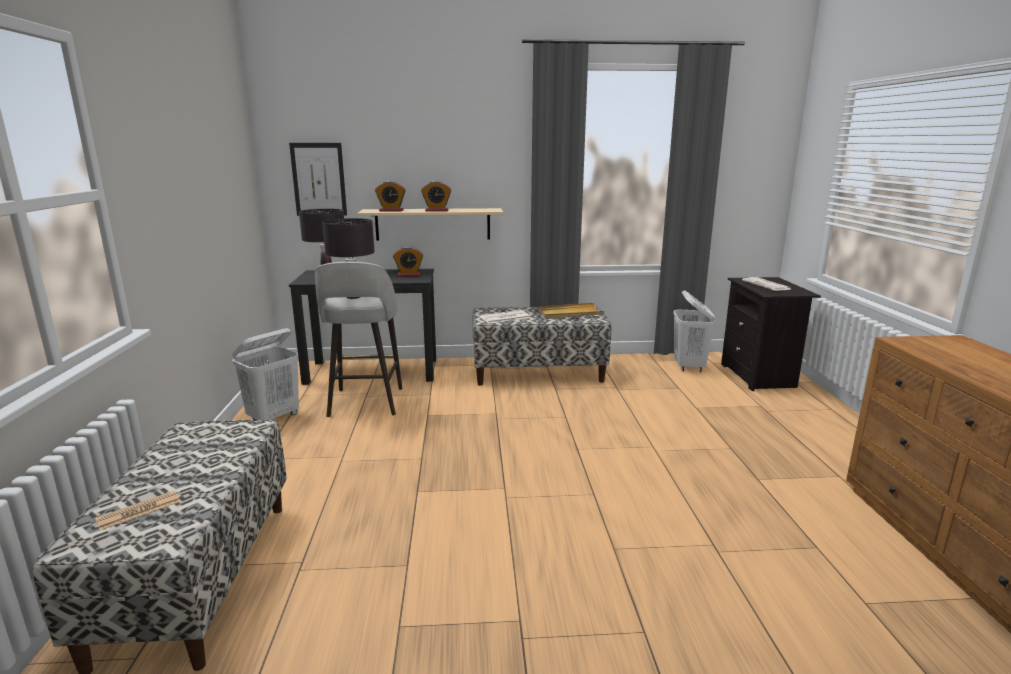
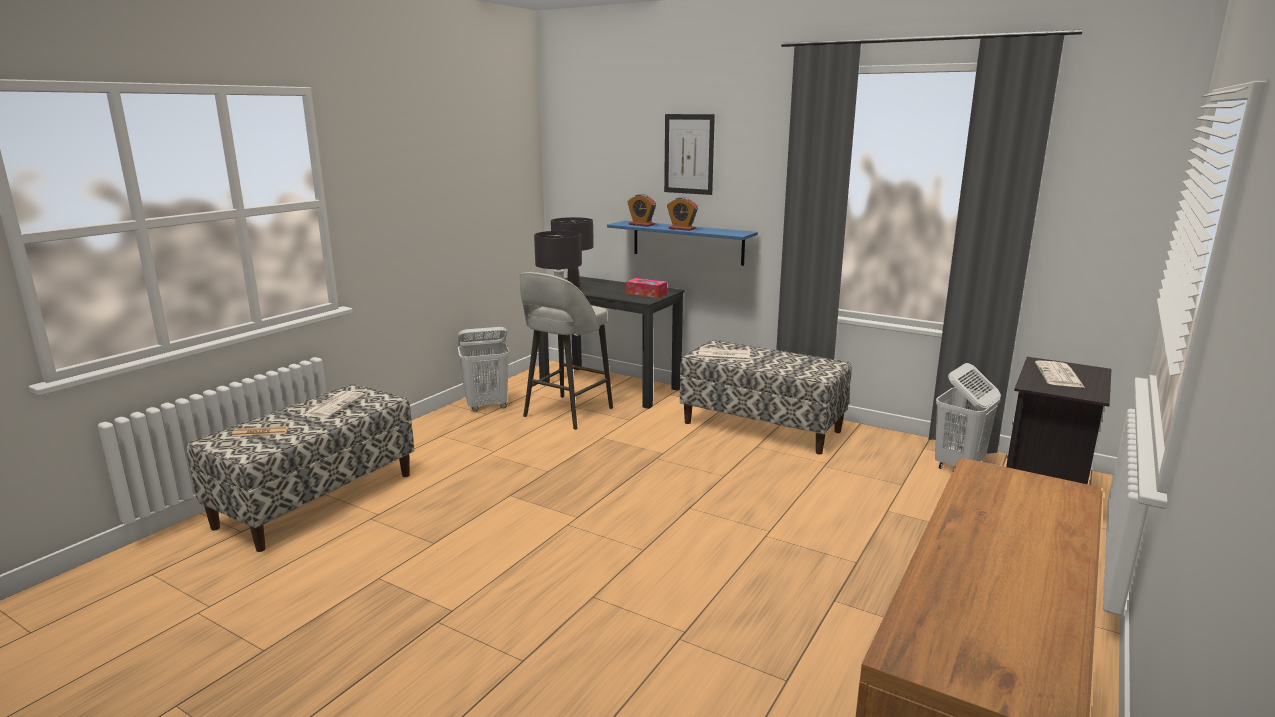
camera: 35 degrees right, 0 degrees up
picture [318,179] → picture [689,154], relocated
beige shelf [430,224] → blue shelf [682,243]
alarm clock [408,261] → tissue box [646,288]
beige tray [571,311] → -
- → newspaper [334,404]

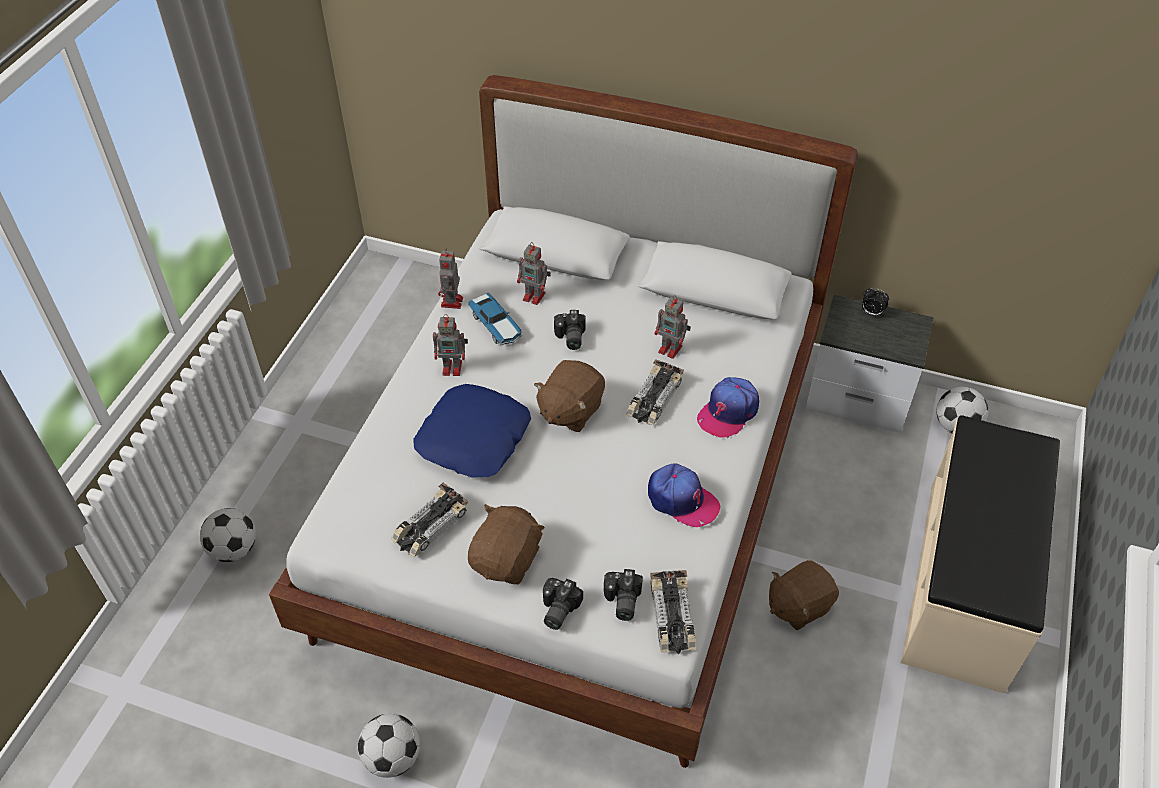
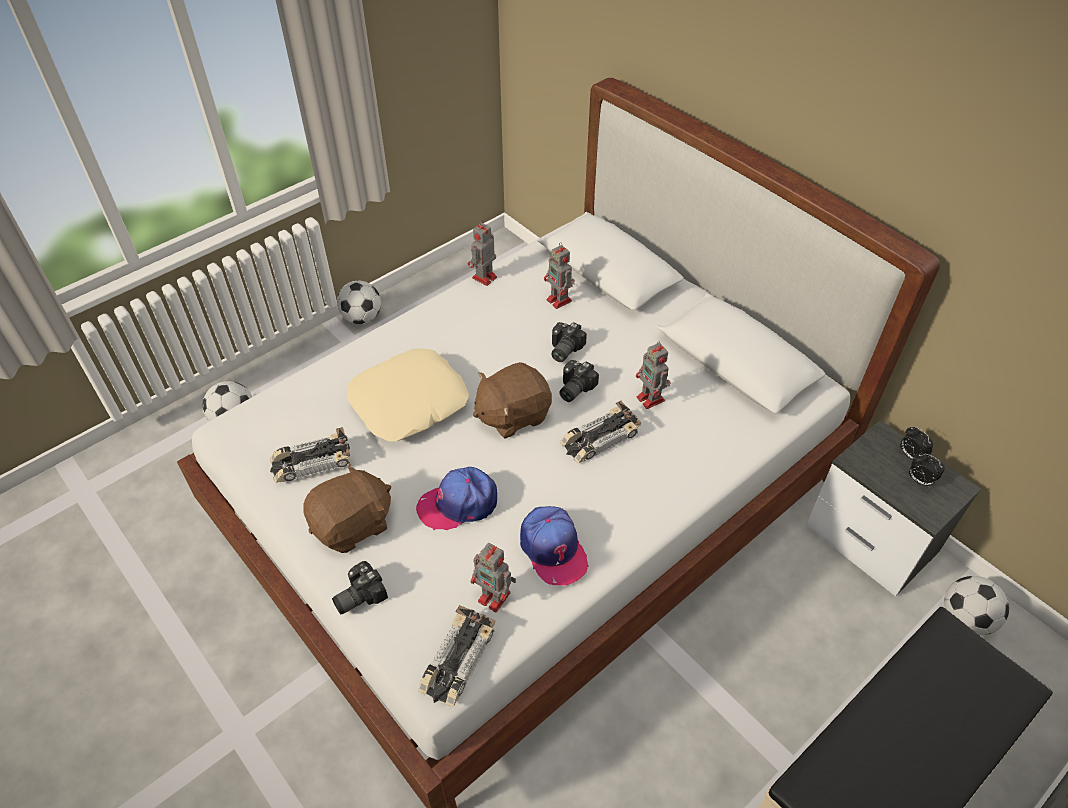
camera: 30 degrees right, 0 degrees up
football [389,745] → football [359,302], relocated
blue pillow [472,431] → beige pillow [408,394]
toy robot [450,345] → toy robot [493,577], relocated
toy car [495,318] → -
photo camera [623,595] → photo camera [579,381], relocated
cap [728,407] → cap [456,498], relocated
brown plush toy [804,595] → -
- → alarm clock [927,469]

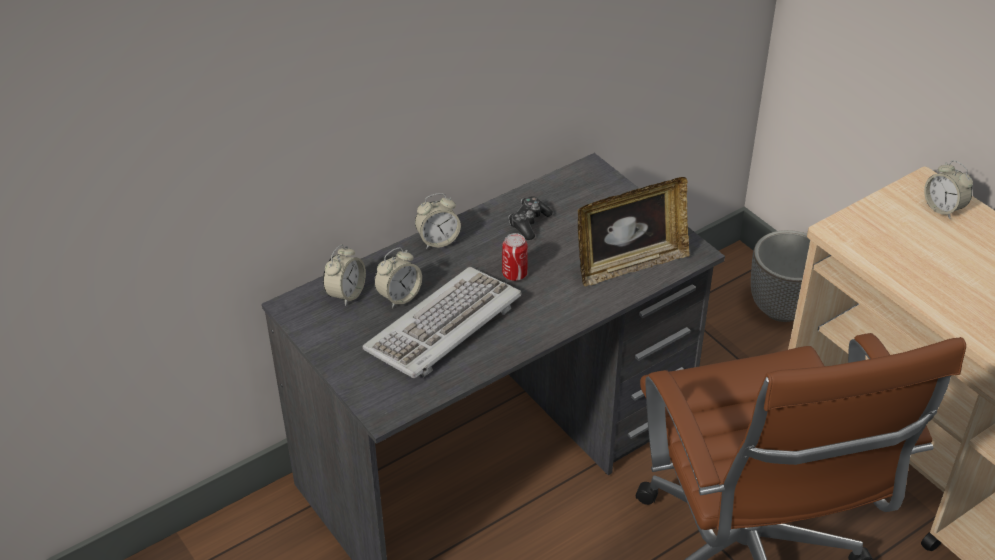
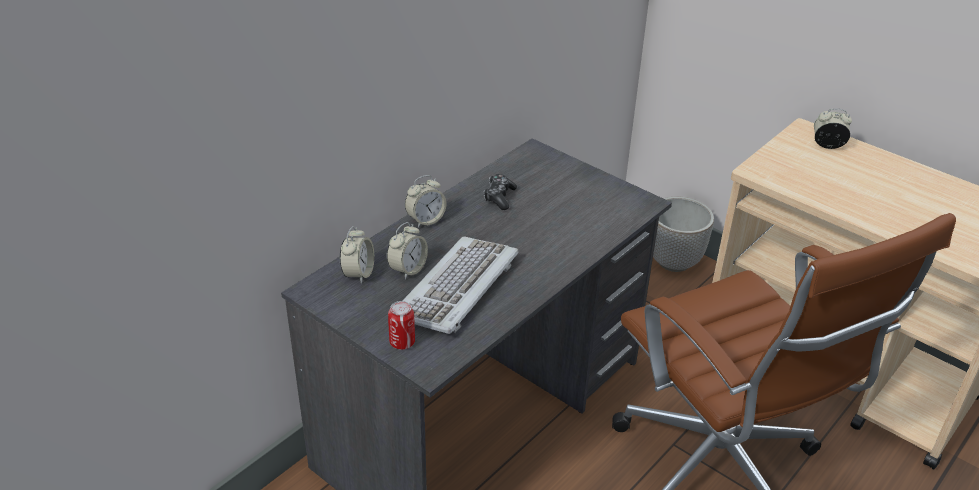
camera: 15 degrees left, 5 degrees down
can [515,257] → can [401,325], relocated
picture frame [634,232] → -
alarm clock [948,189] → alarm clock [833,129], 150 degrees clockwise

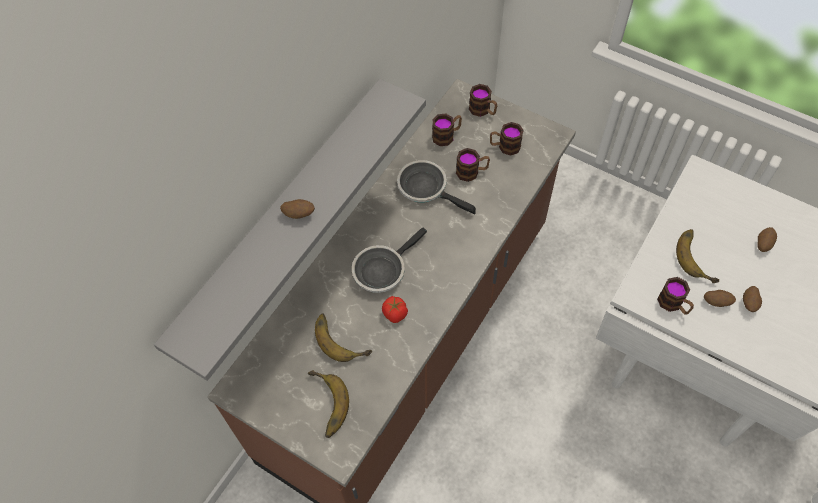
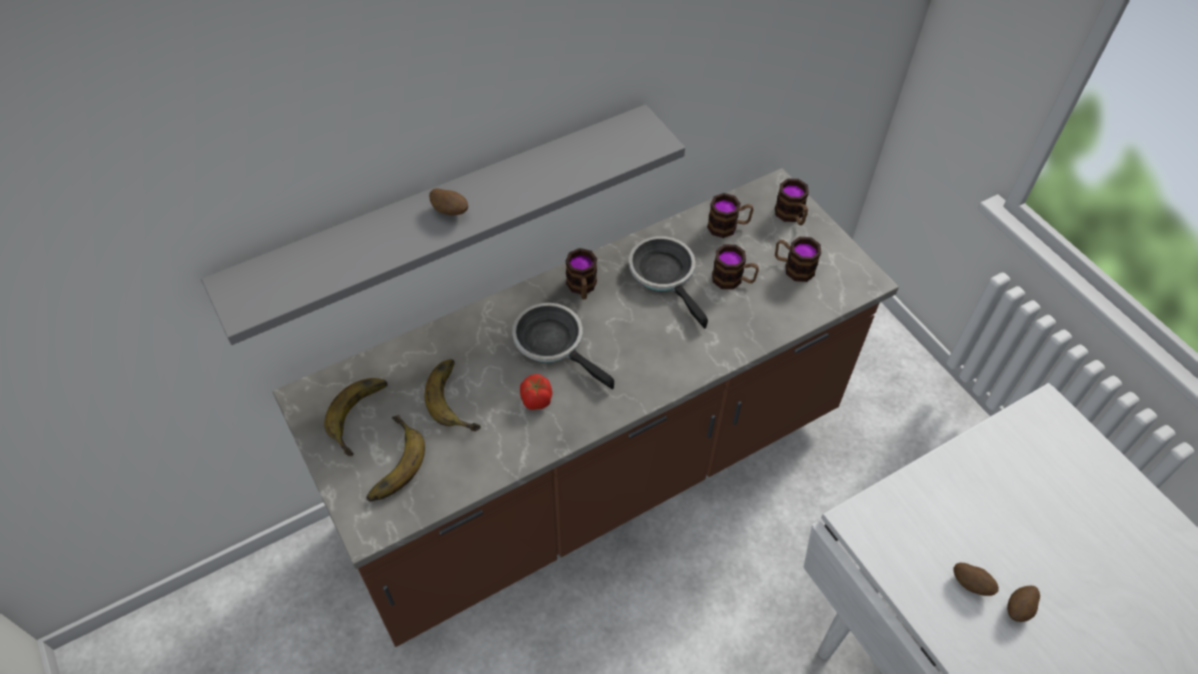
camera: 25 degrees right, 5 degrees down
frying pan [389,260] → frying pan [563,346], 60 degrees clockwise
mug [675,296] → mug [581,273], relocated
banana [697,256] → banana [356,417], relocated
potato [767,239] → -

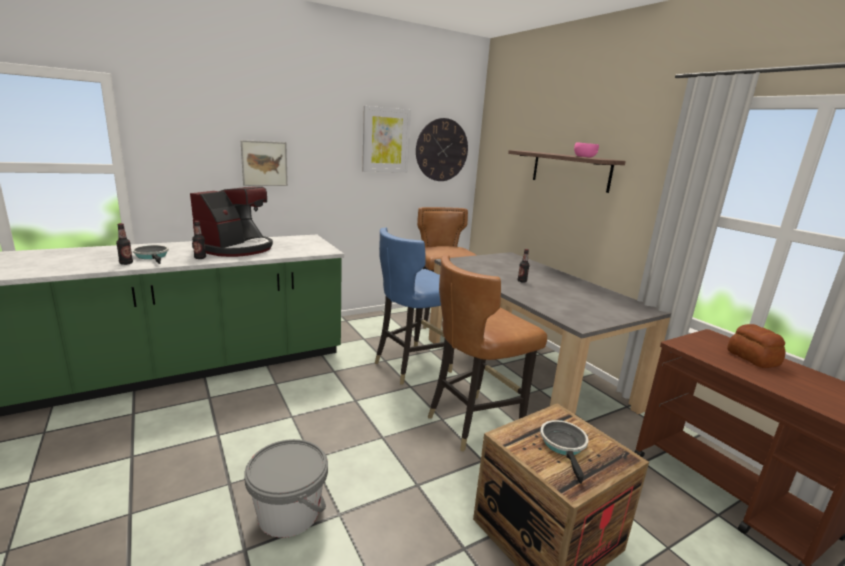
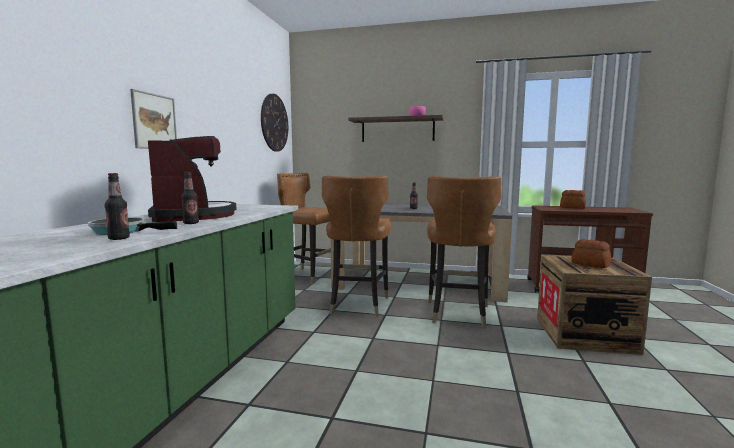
camera: 45 degrees left, 10 degrees down
grey bucket [286,488] → -
picture [386,139] → -
blue chair [414,306] → brown chair [356,246]
frying pan [564,452] → bread [591,253]

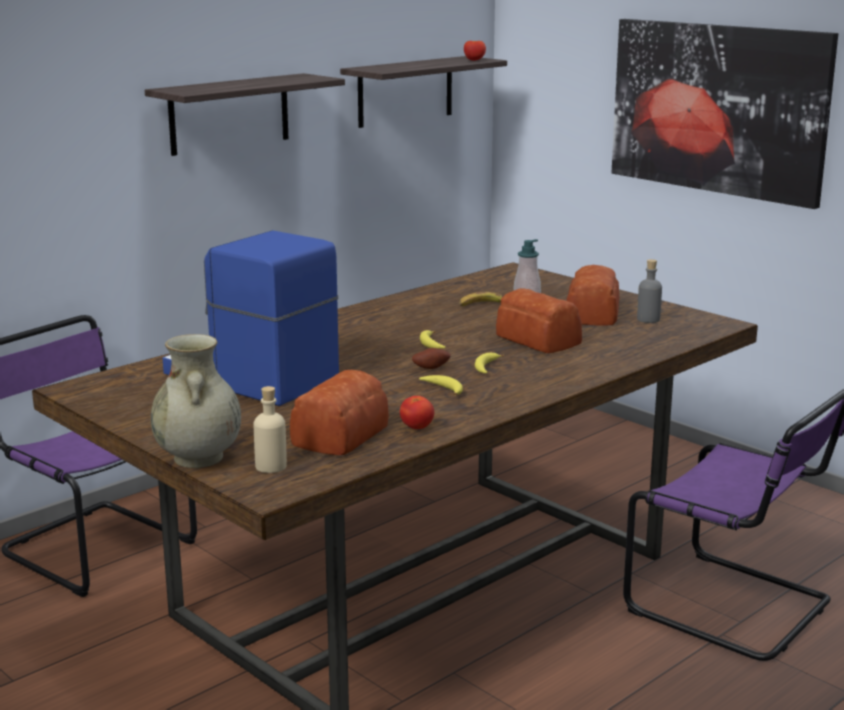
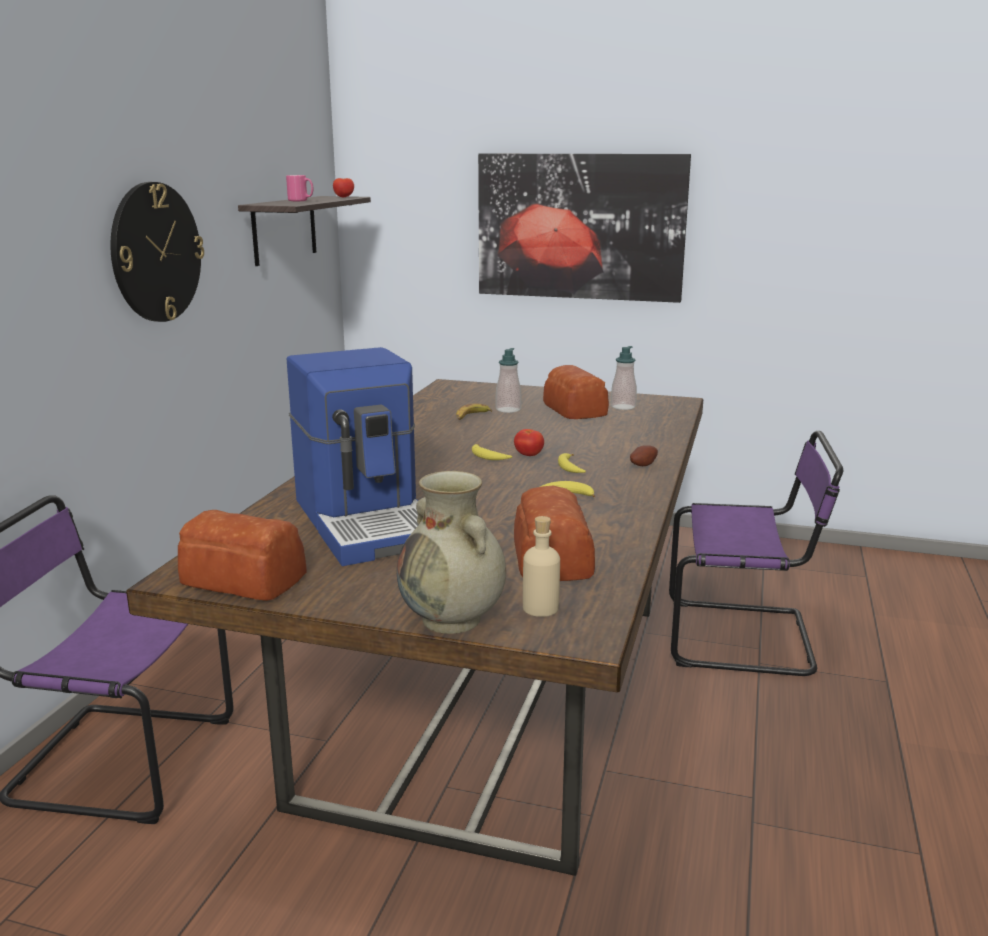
camera: 30 degrees left, 0 degrees up
shelf [245,114] → wall clock [157,252]
coffee machine [251,318] → coffee machine [352,456], 120 degrees counterclockwise
tomato [417,412] → tomato [529,442], relocated
potato [431,358] → potato [644,455], relocated
bread [539,320] → bread [242,555], relocated
grey bottle [649,291] → soap dispenser [624,378]
- → pink mug [300,188]

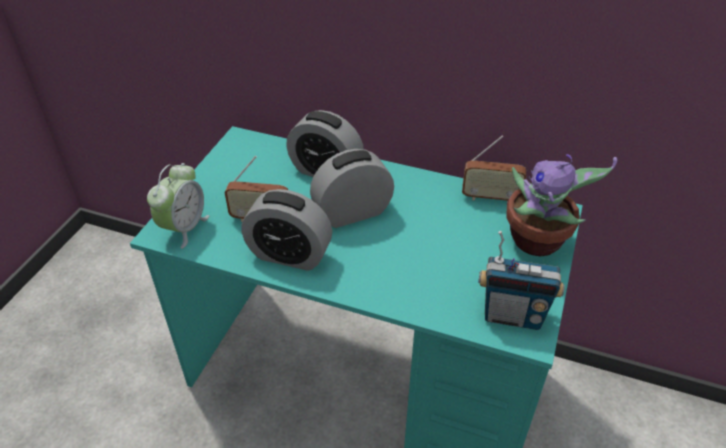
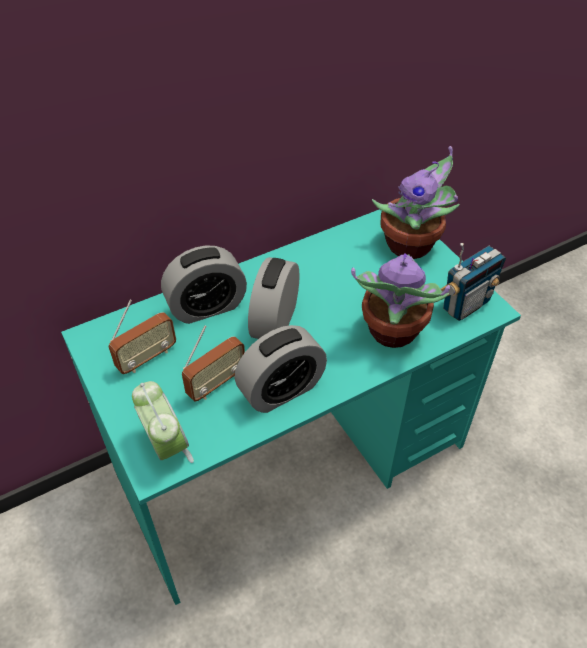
camera: 50 degrees left, 5 degrees up
radio [494,169] → radio [142,337], relocated
- → potted plant [400,300]

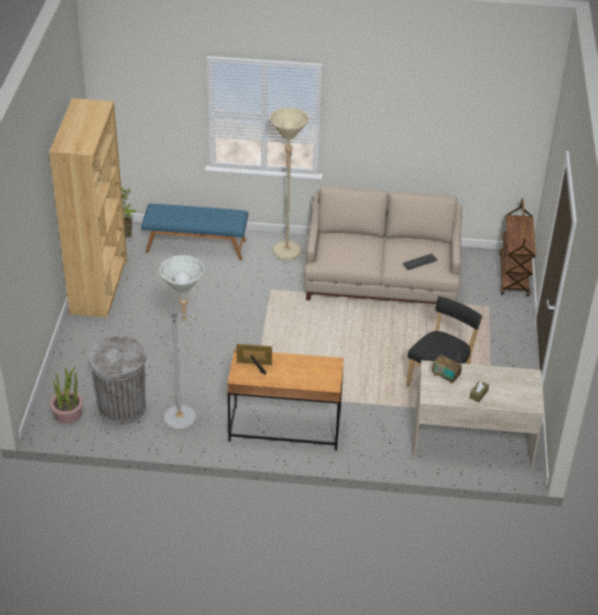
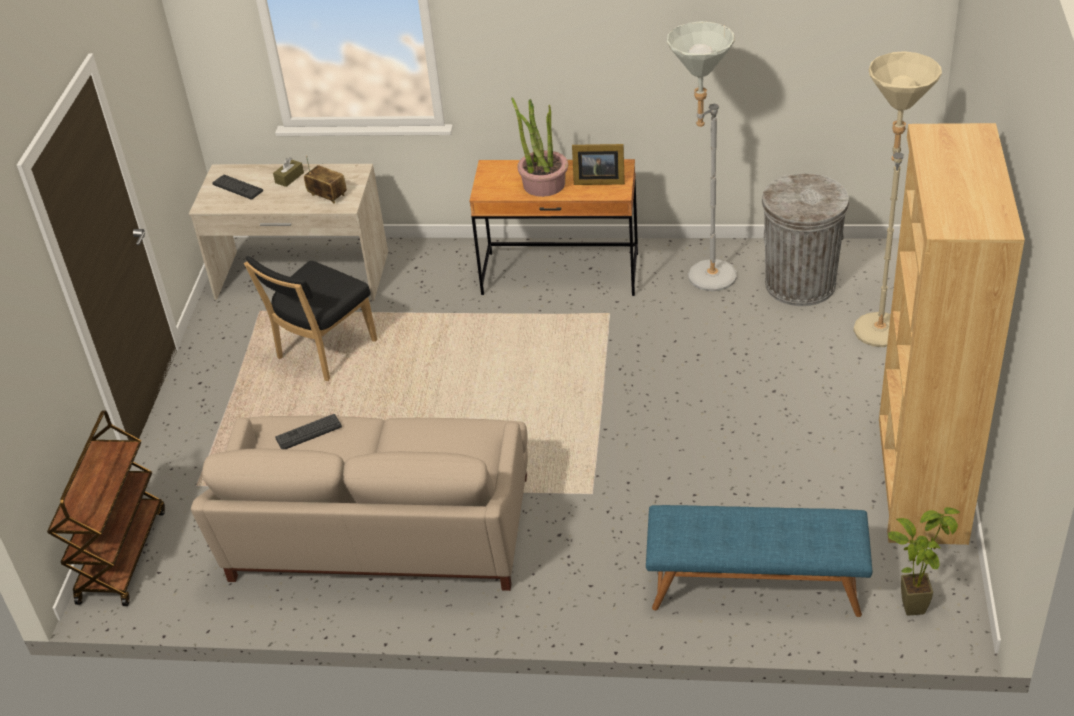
camera: 175 degrees left, 0 degrees up
potted plant [66,395] → potted plant [539,147], relocated
beige floor lamp [289,183] → beige floor lamp [897,199], relocated
- → keyboard [237,187]

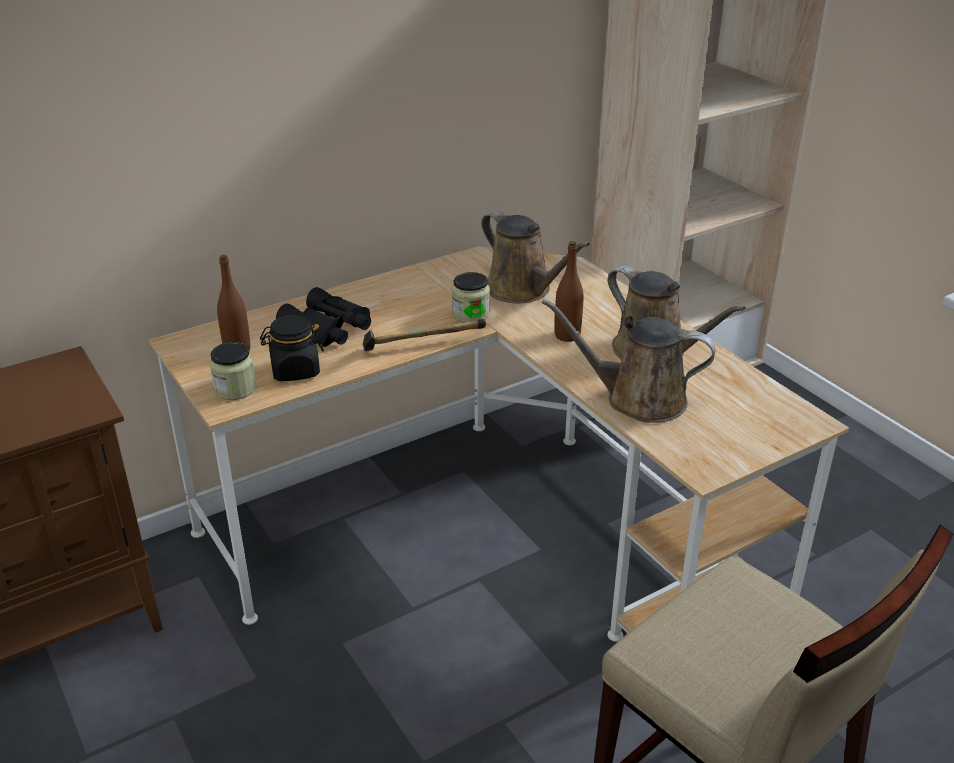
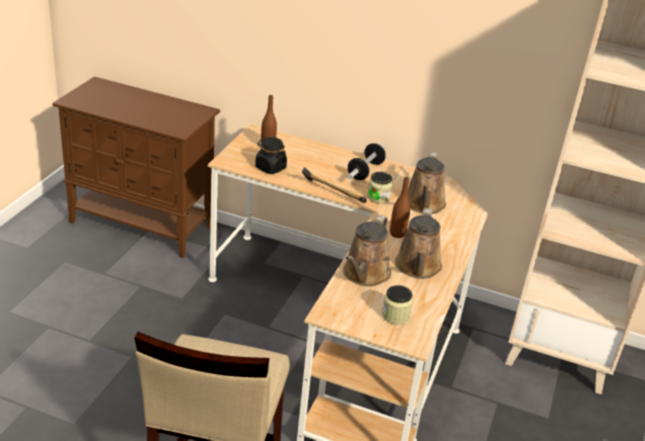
camera: 50 degrees right, 0 degrees up
jar [232,371] → jar [397,305], relocated
black binoculars [323,317] → -
brown watering can [629,360] → brown watering can [367,250], 135 degrees counterclockwise
- → dumbbell [366,161]

